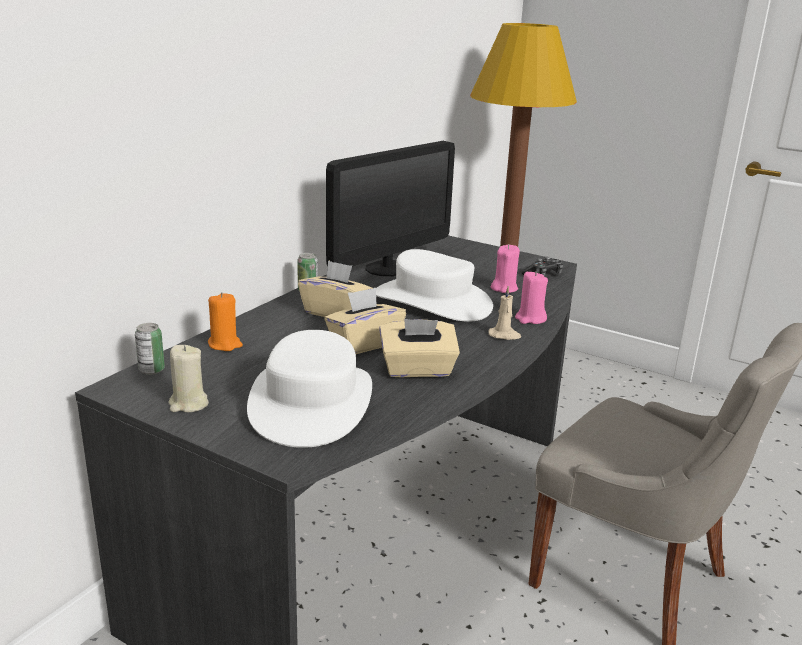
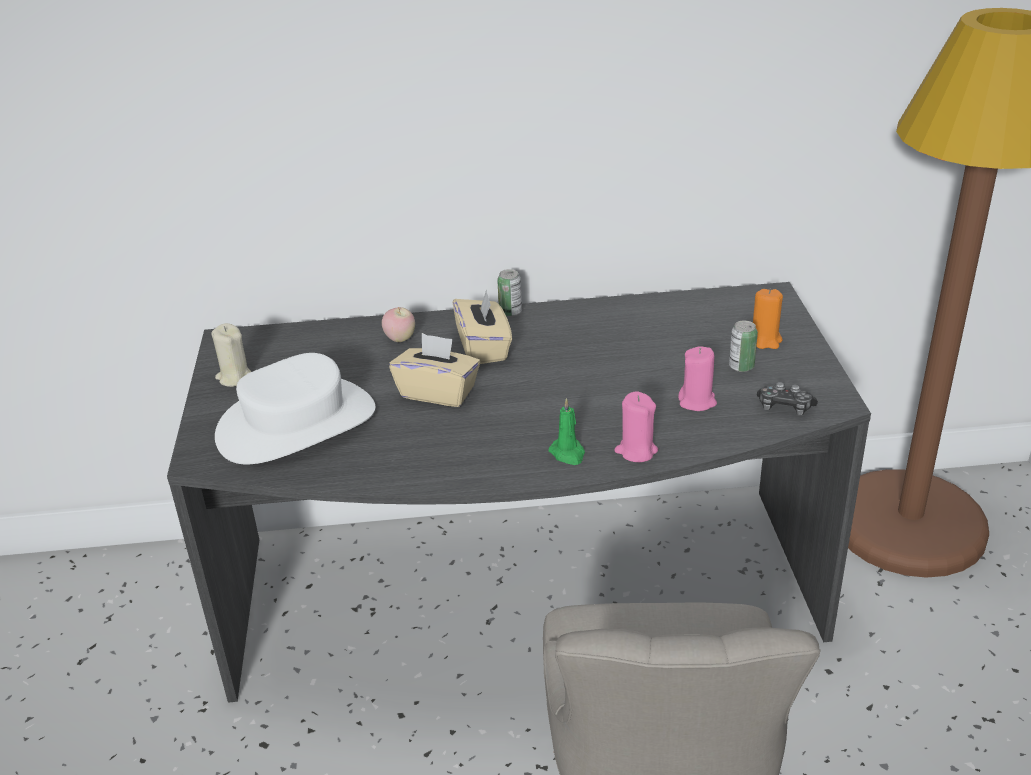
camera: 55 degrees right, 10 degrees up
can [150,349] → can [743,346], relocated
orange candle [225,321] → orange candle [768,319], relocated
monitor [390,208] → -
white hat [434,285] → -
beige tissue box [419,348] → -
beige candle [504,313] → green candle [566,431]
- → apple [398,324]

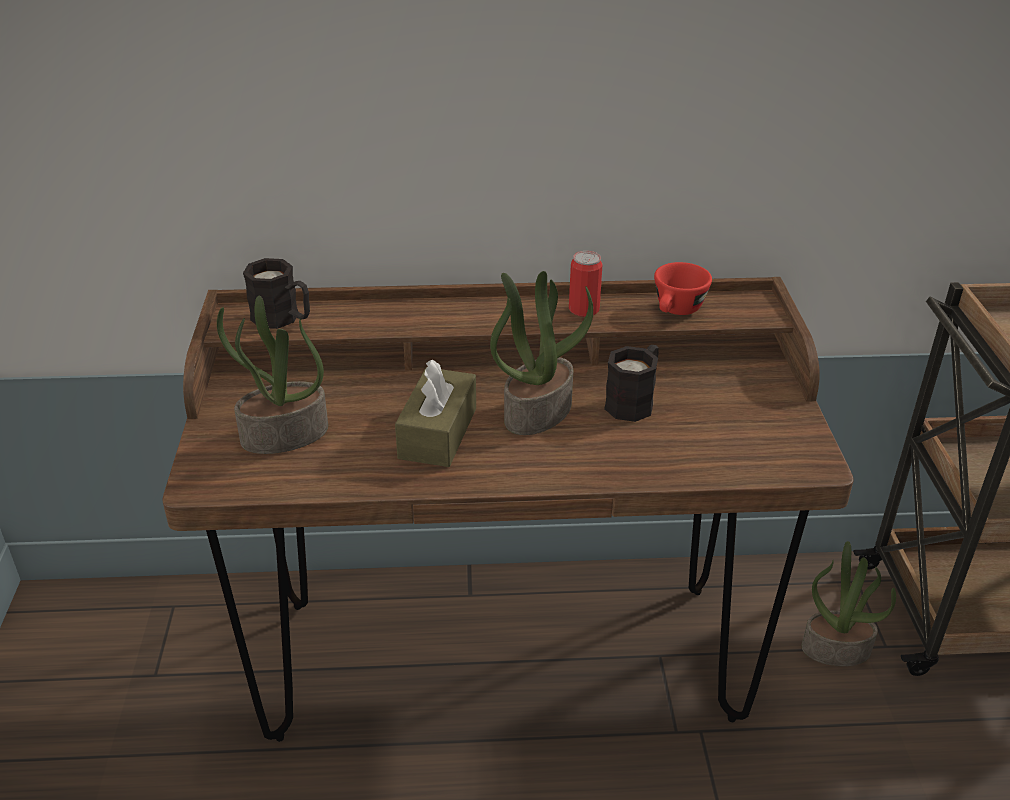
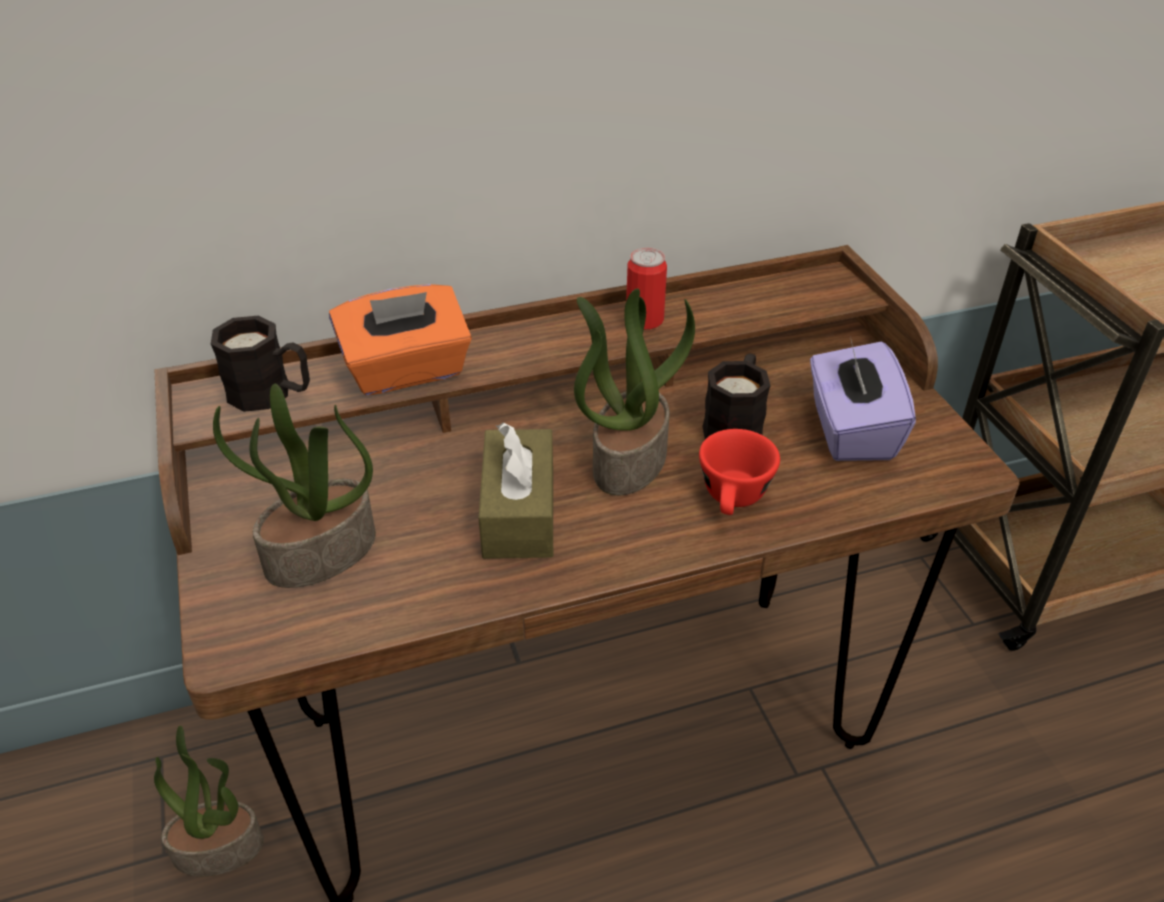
camera: 15 degrees left, 5 degrees up
red cup [683,288] → red cup [739,472], relocated
potted plant [848,603] → potted plant [209,800], relocated
- → orange tissue box [400,339]
- → purple tissue box [863,398]

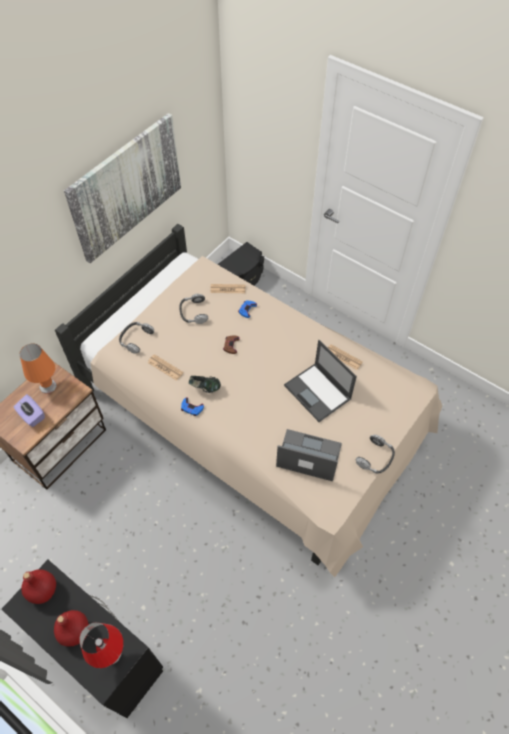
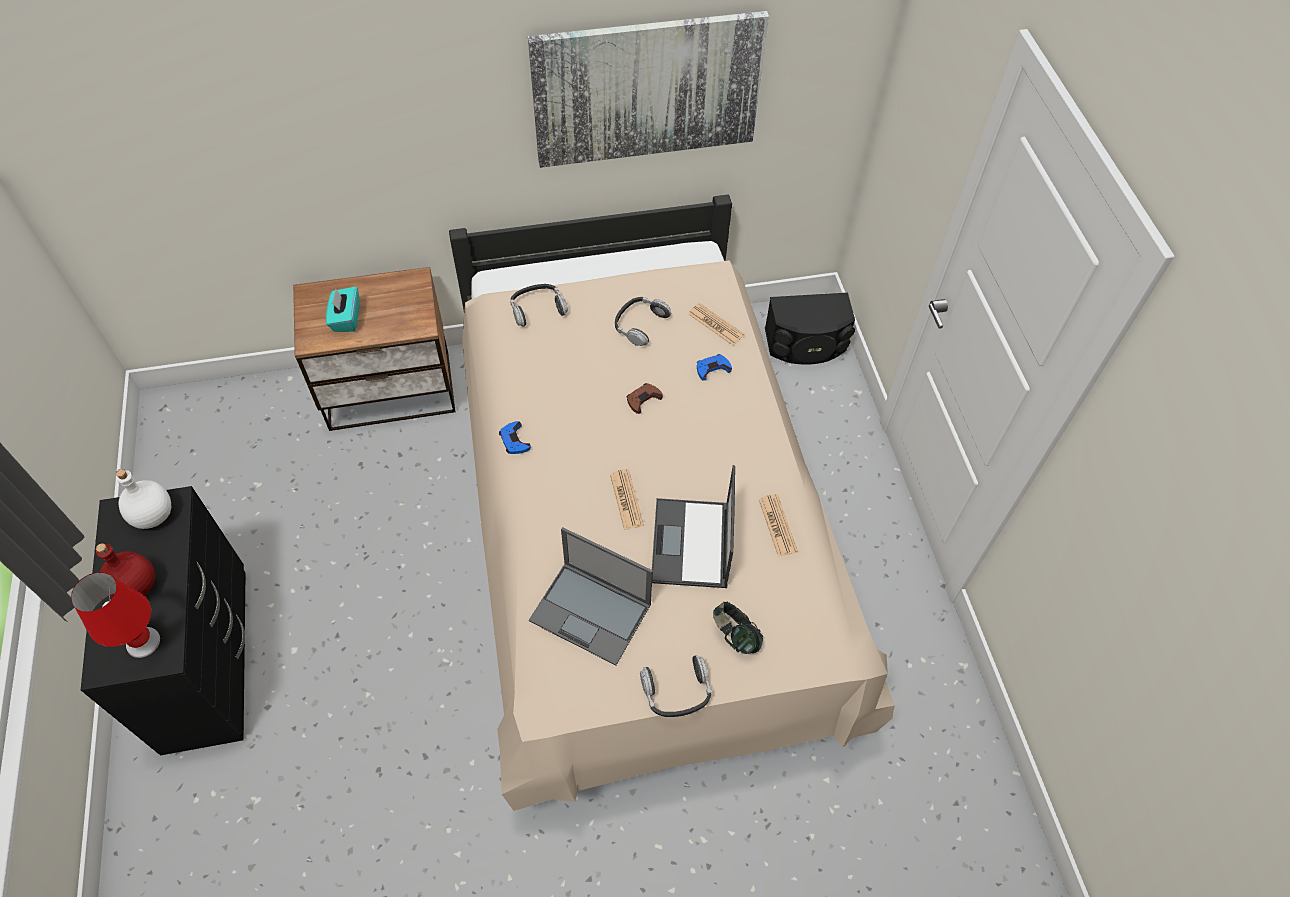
camera: 40 degrees right, 0 degrees up
purple tissue box [29,410] → turquoise tissue box [342,309]
orange table lamp [38,369] → -
red bottle [38,587] → white bottle [143,499]
newspaper [165,367] → newspaper [627,499], relocated
headphones [205,384] → headphones [738,628], relocated
laptop [309,455] → laptop [591,596], 150 degrees clockwise

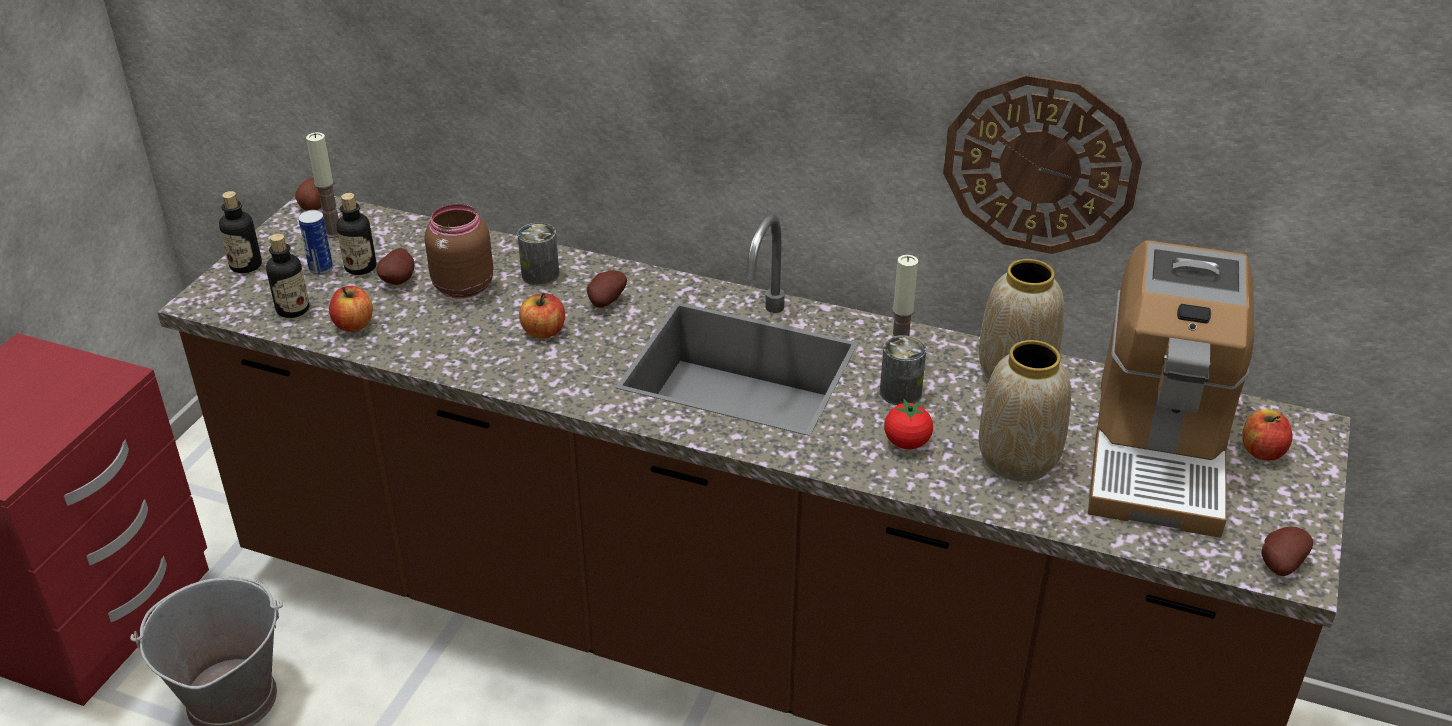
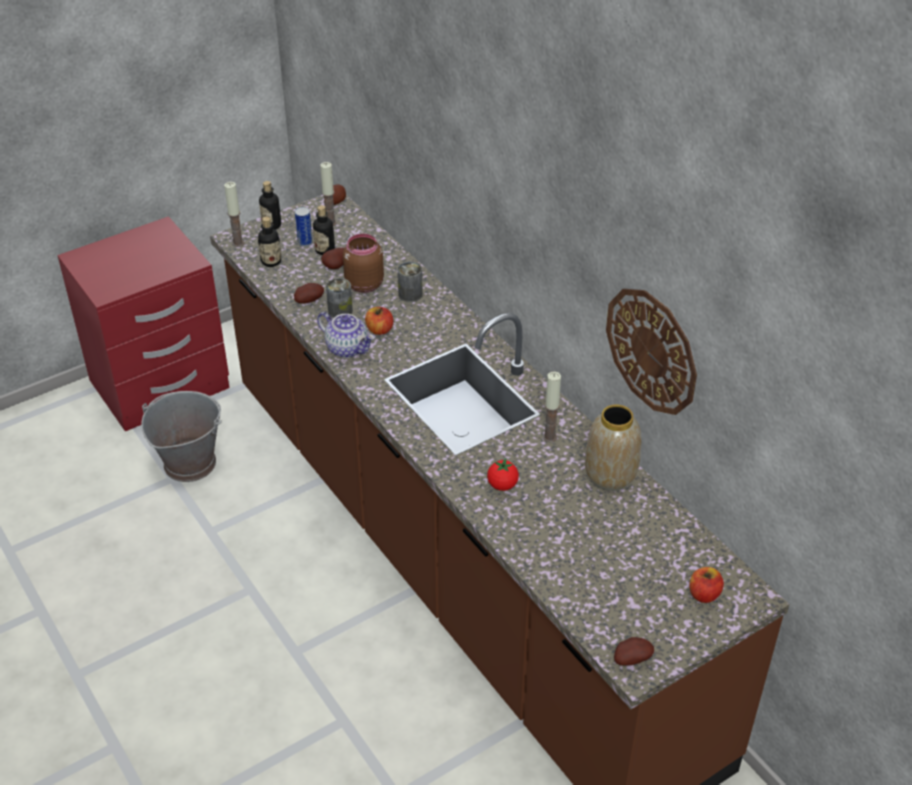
camera: 35 degrees right, 5 degrees up
apple [351,309] → -
potato [607,289] → potato [309,293], relocated
can [903,370] → can [339,298], relocated
vase [1025,411] → -
coffee machine [1171,389] → -
- → candle [234,214]
- → teapot [346,335]

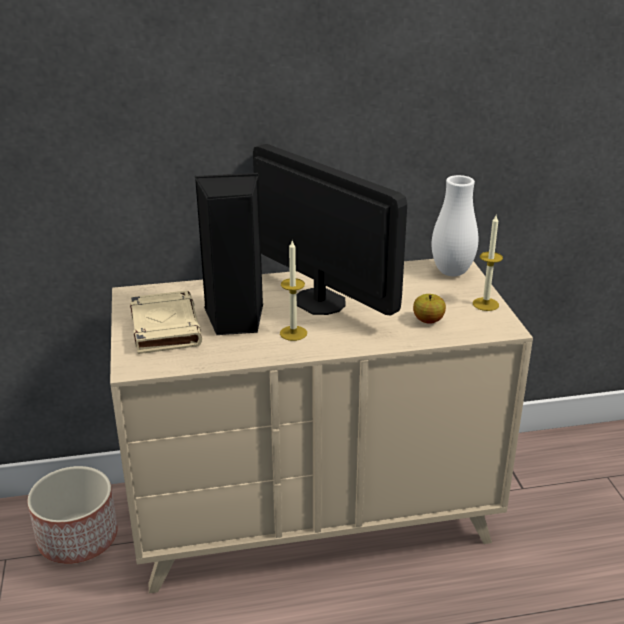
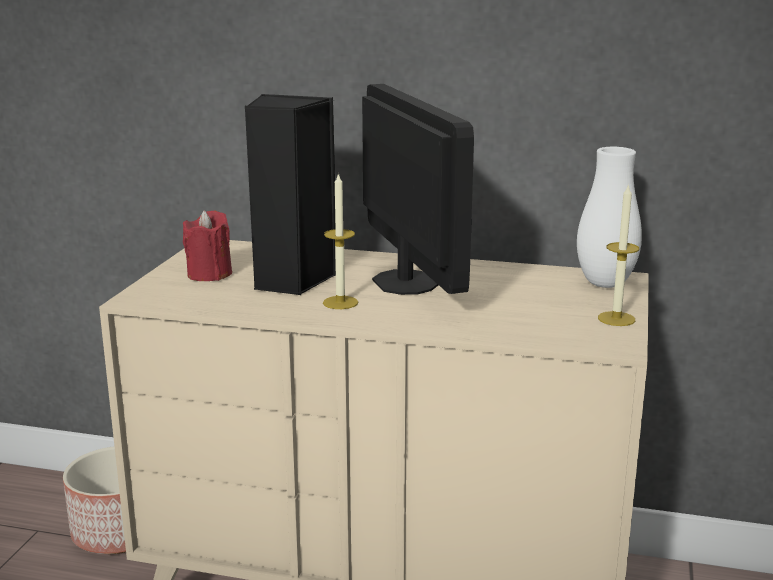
camera: 25 degrees right, 10 degrees down
beige book [166,322] → red candle [207,245]
apple [429,309] → -

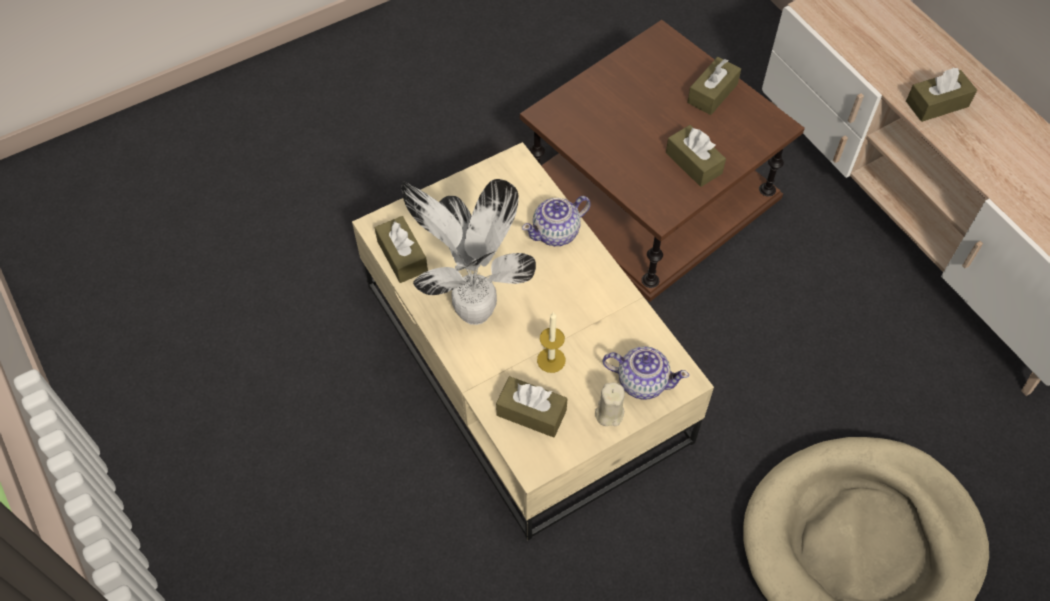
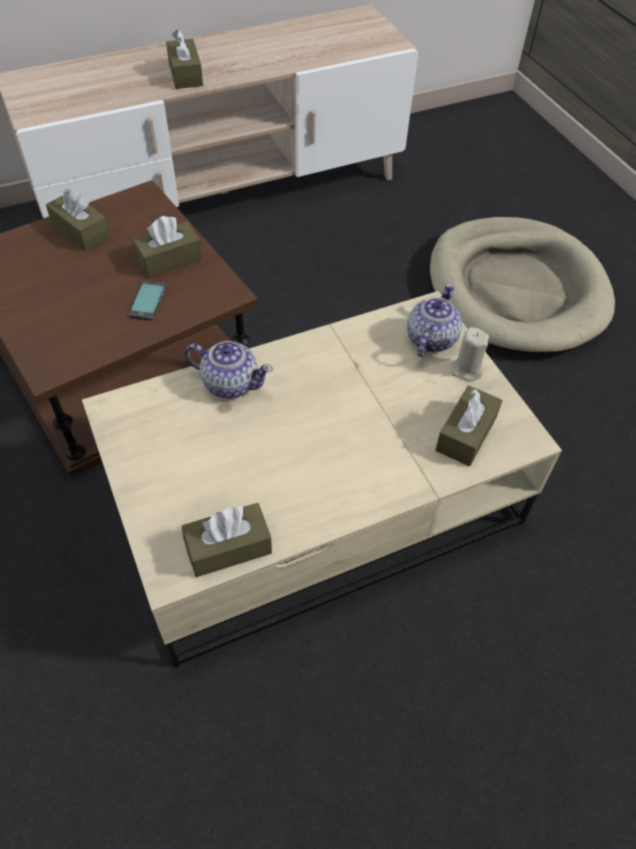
camera: 85 degrees left, 5 degrees down
potted plant [469,252] → -
teapot [556,221] → teapot [229,370], 45 degrees counterclockwise
candle [551,342] → -
- → phone [147,301]

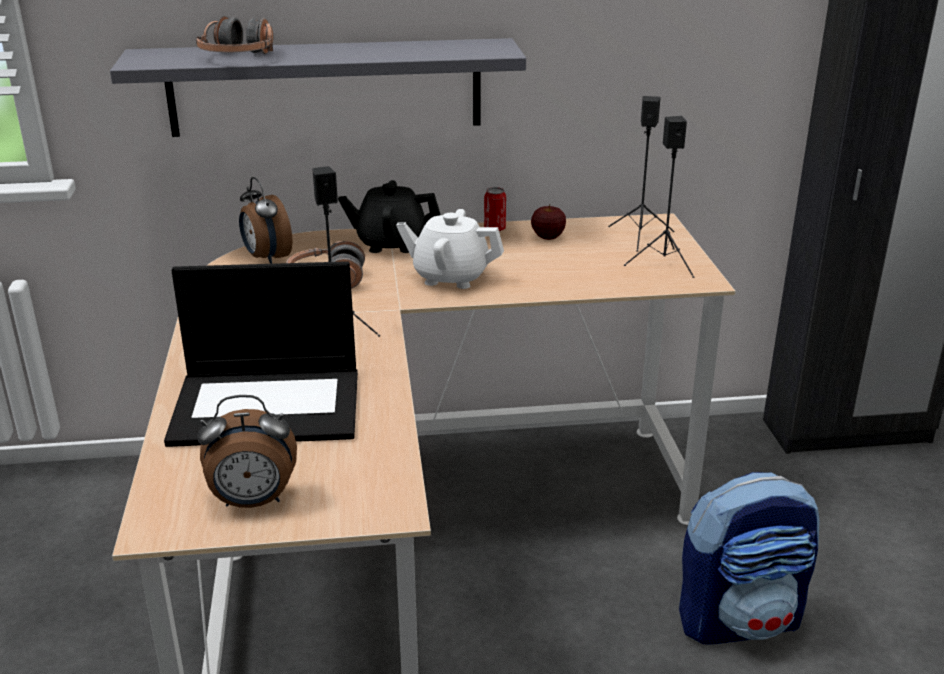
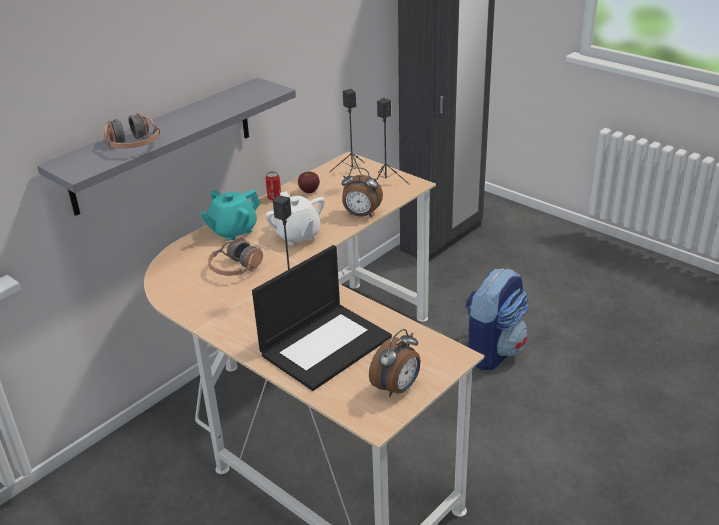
camera: 40 degrees left, 5 degrees up
alarm clock [265,220] → alarm clock [362,192], relocated
black teapot [389,216] → turquoise teapot [230,215]
white teapot [450,249] → white teapot [295,218], 90 degrees counterclockwise

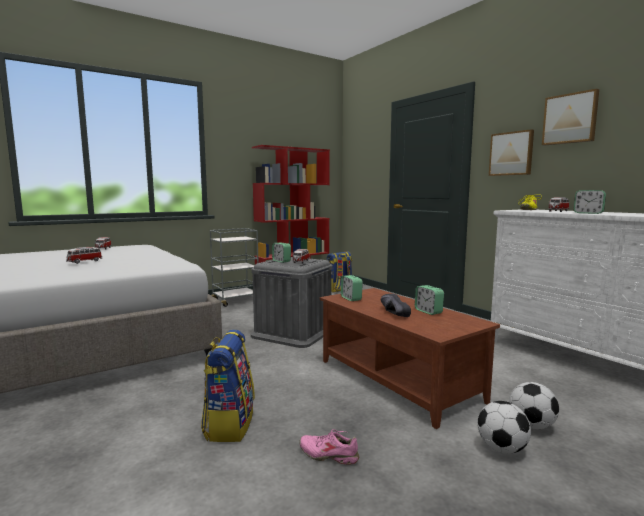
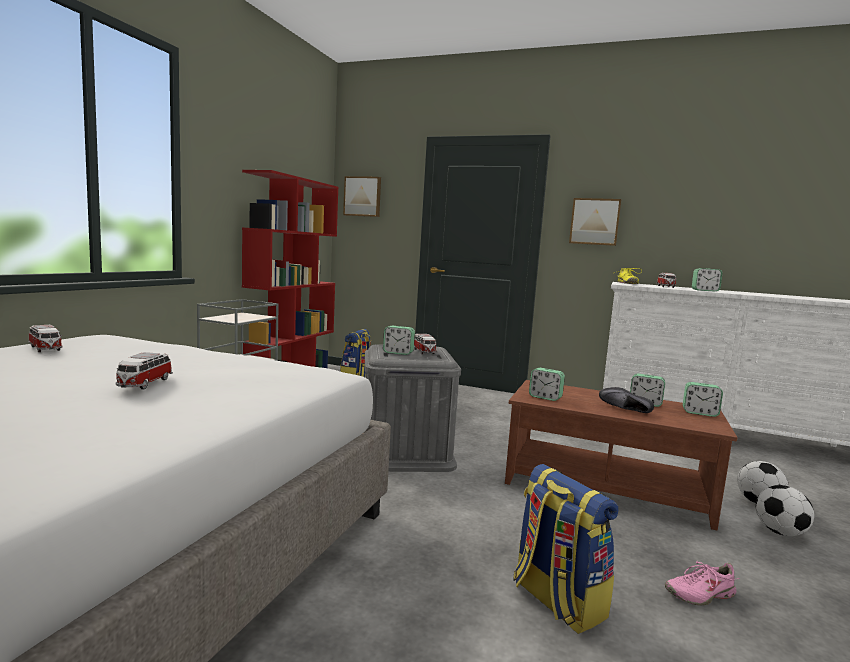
camera: 35 degrees left, 0 degrees up
picture [570,117] → picture [362,196], relocated
- → alarm clock [703,399]

